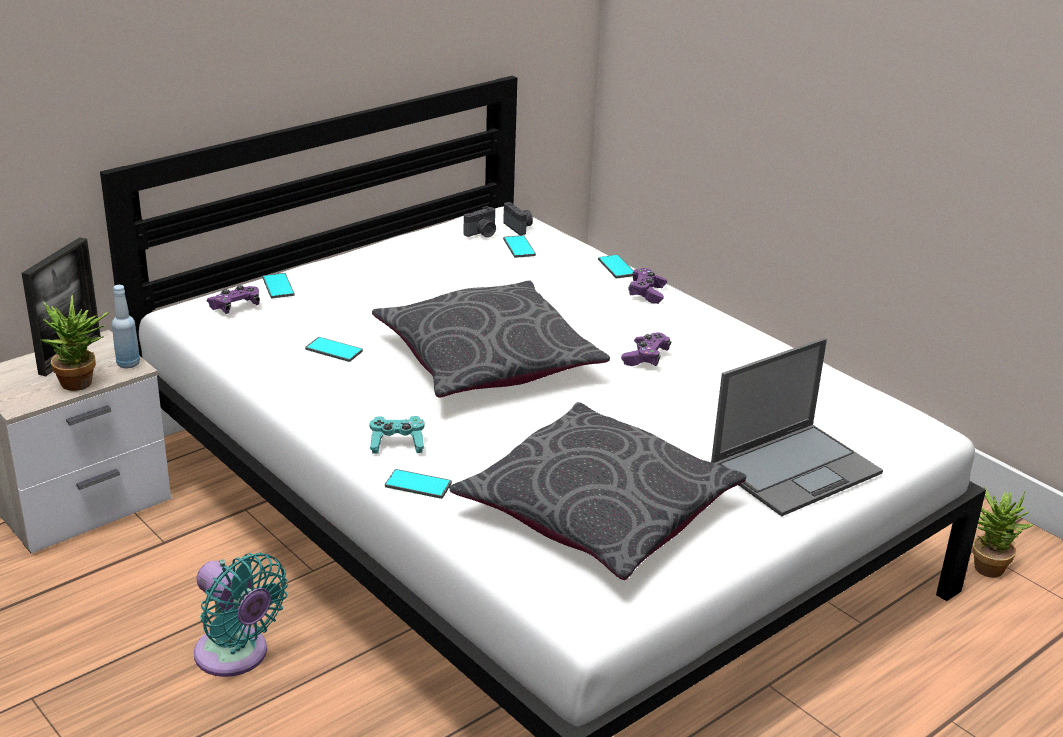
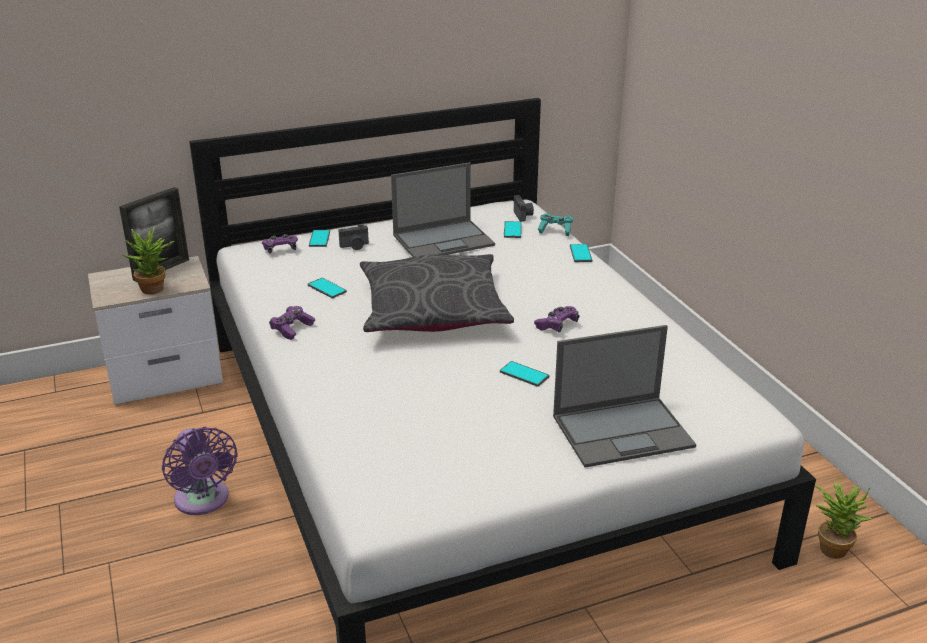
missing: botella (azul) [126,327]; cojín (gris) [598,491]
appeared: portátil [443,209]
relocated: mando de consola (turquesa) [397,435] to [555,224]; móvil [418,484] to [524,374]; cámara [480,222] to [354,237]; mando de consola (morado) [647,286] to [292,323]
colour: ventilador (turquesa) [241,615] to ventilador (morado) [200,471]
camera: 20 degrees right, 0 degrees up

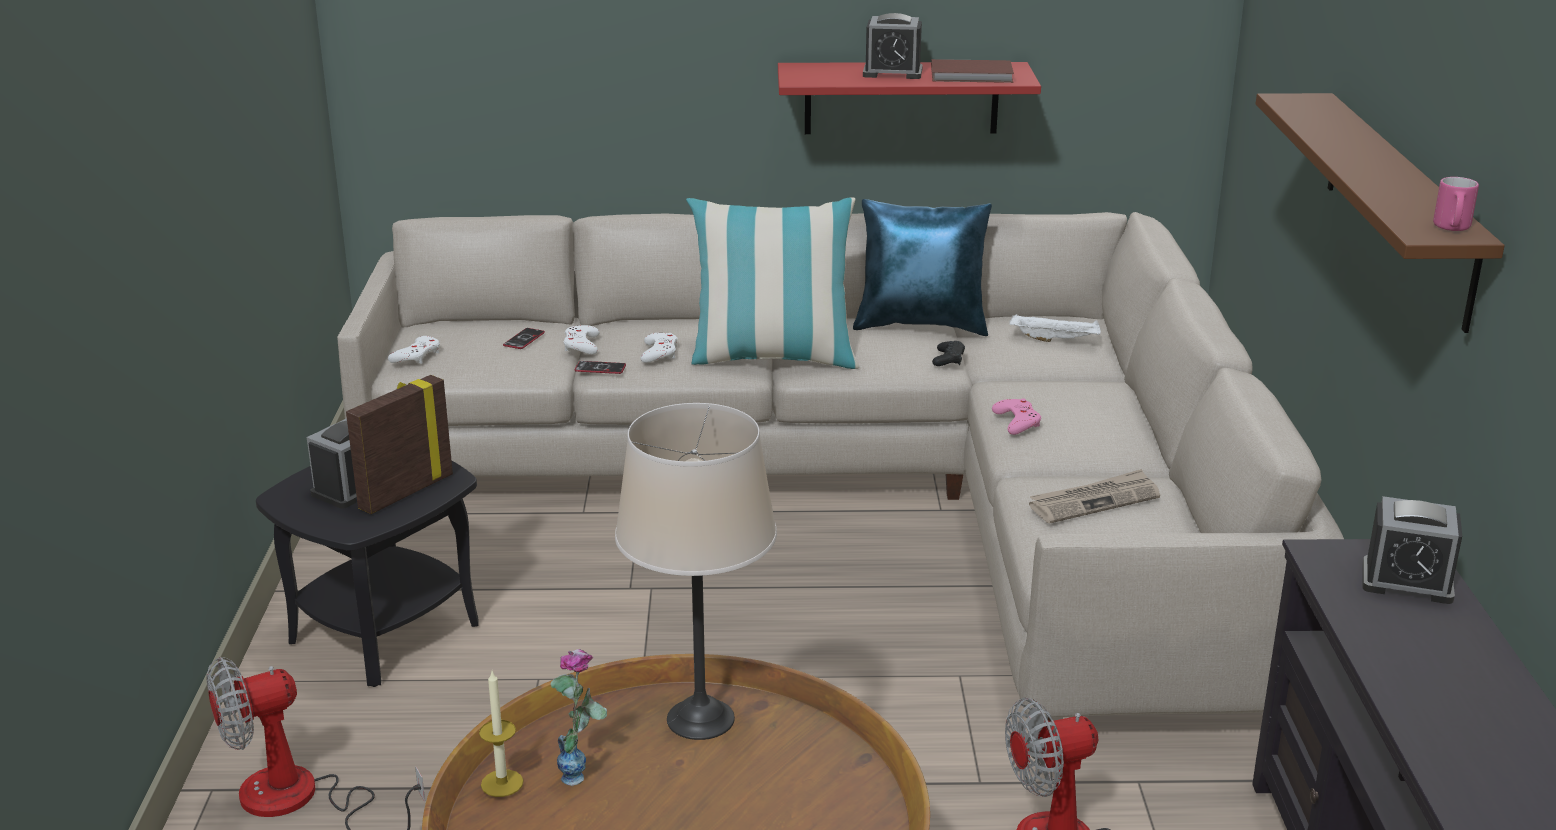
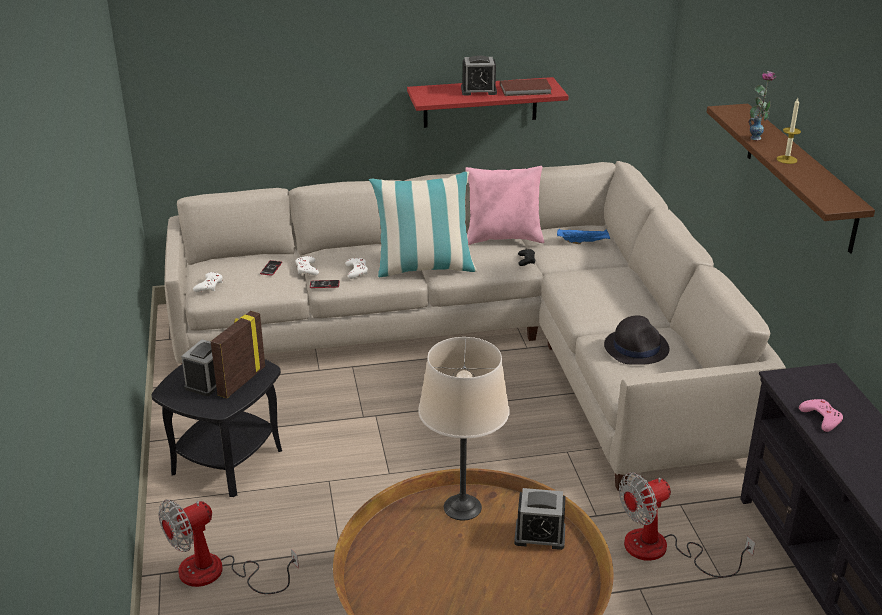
missing: taza grande (rosa) [1456,204]
relocated: vela [501,734] to [789,131]; florero [578,717] to [762,106]; mando de consola (rosa) [1016,417] to [821,415]; despertador [1412,550] to [539,519]
exchanged: periódico [1094,496] to sombrero (negro) [637,340]
colour: cojín (azul) [922,267] to cojín (rosa) [505,205]; bandeja (blanco) [1055,328] to bandeja (azul) [583,236]
camera: 10 degrees left, 5 degrees up

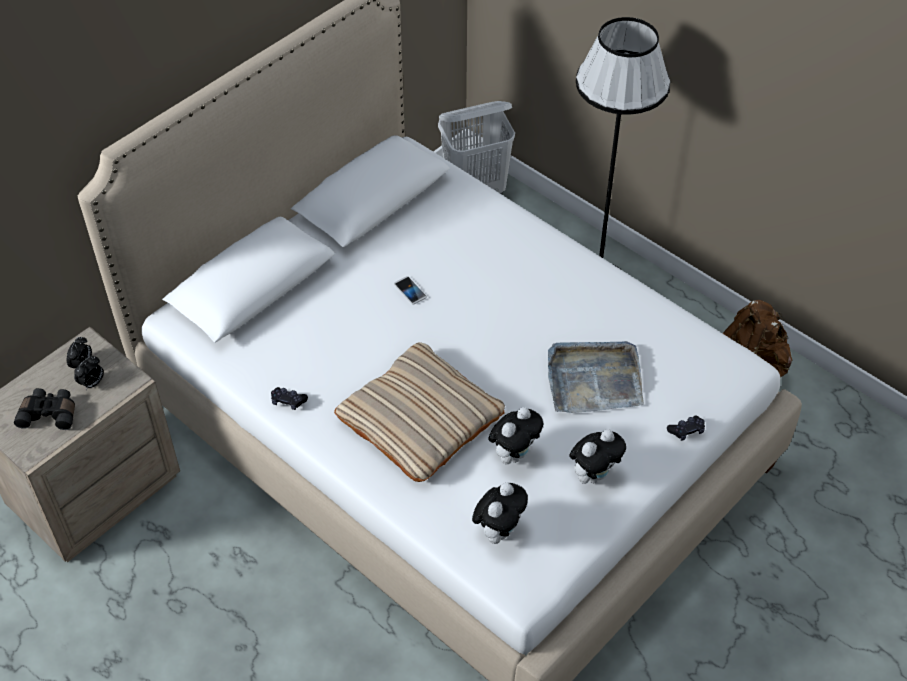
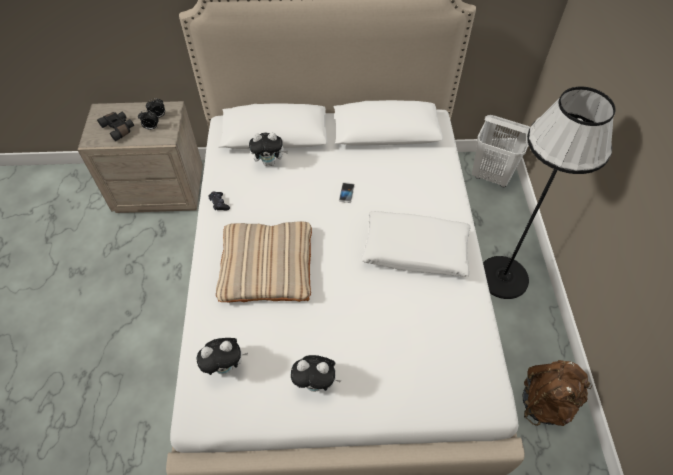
missing: bandeja (gris) [596,377]; mando de consola (negro) [686,428]
appeared: cojín (blanco) [416,244]
relocated: peluche [516,435] to [268,149]
camera: 45 degrees right, 5 degrees up

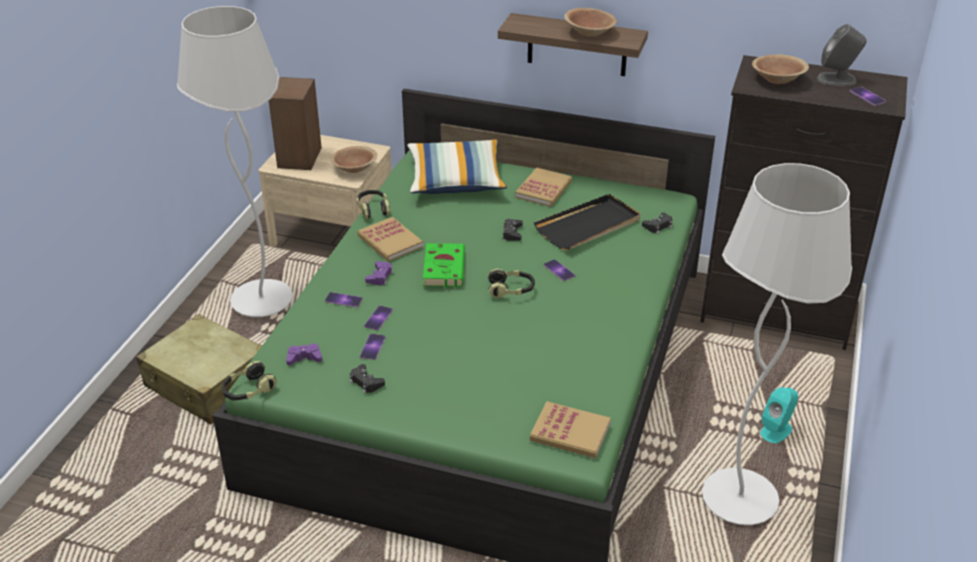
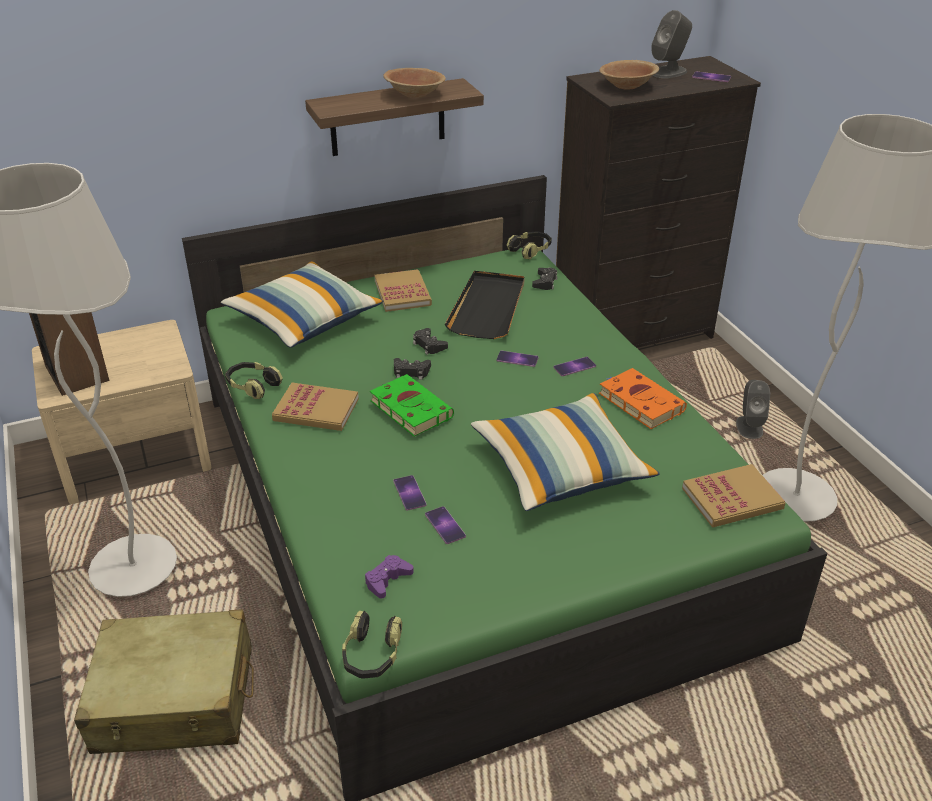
missing: cuenco (marrón) [354,159]; mando de consola (morado) [379,273]
appeared: cojín [565,452]; libro (naranja) [643,398]
relocated: móvil [344,300] to [574,366]; mando de consola (negro) [367,379] to [412,369]; auriculares [511,283] to [529,245]
colour: altavoz (turquesa) [779,415] to altavoz (gris) [753,409]
camera: 40 degrees left, 0 degrees up

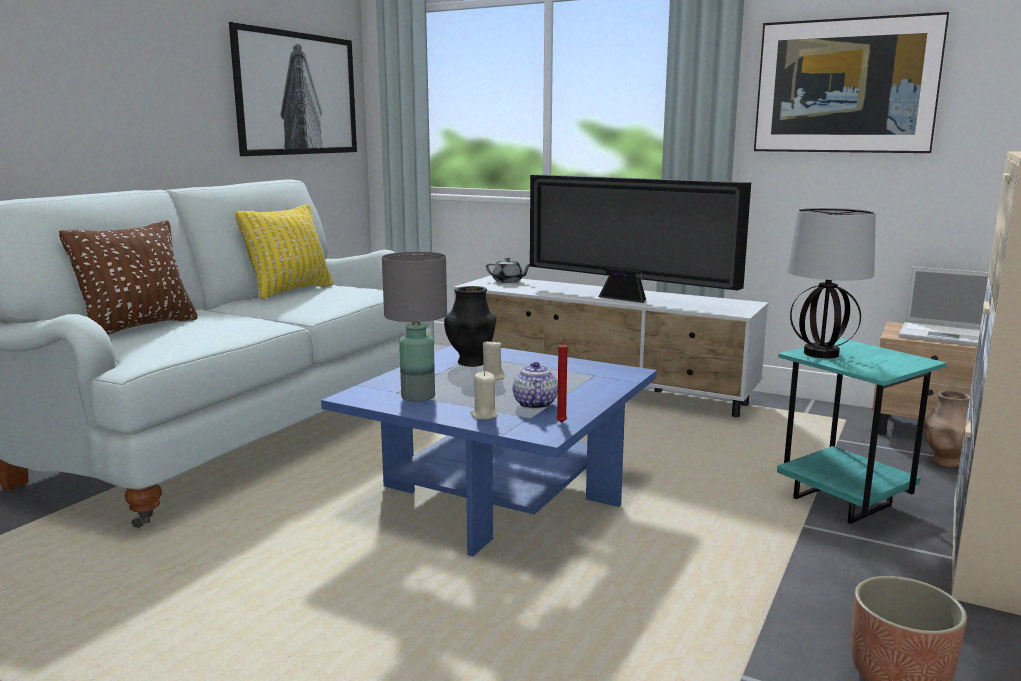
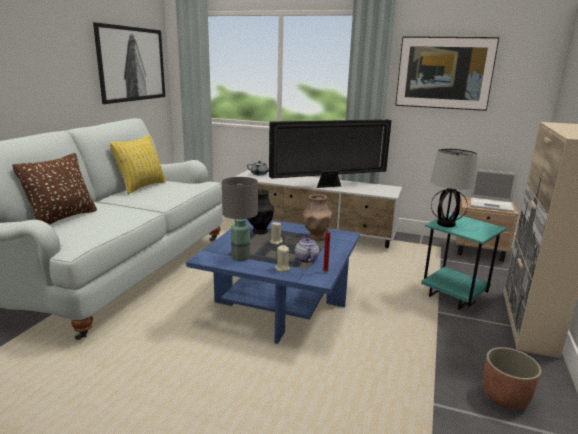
relocated: florero (marrón) [947,429] to [317,217]
spun: televisor [640,238] = [330,153] 45 degrees counterclockwise
camera: 10 degrees left, 5 degrees up

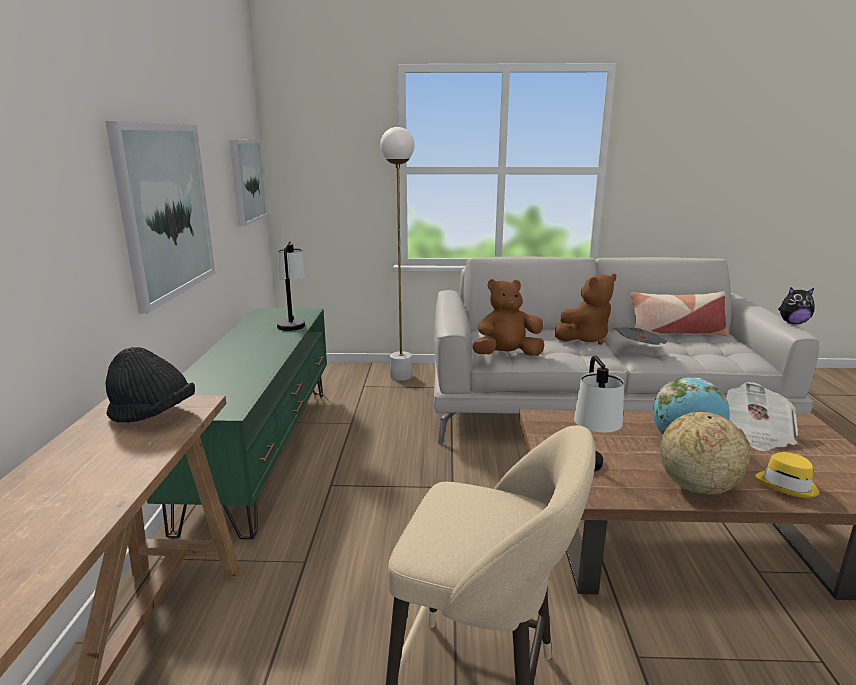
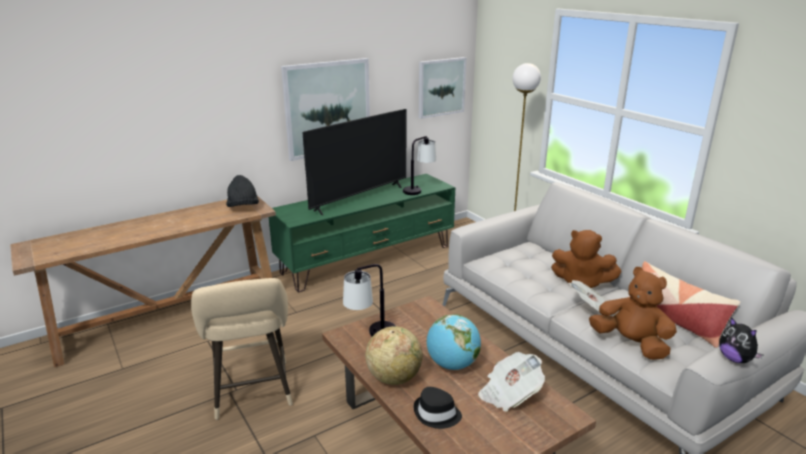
appeared: televisor [354,162]
relocated: peluche (marrón) [508,317] to [633,313]
colour: sombrero (amarillo) [787,475] to sombrero (negro) [438,408]
camera: 55 degrees right, 5 degrees up

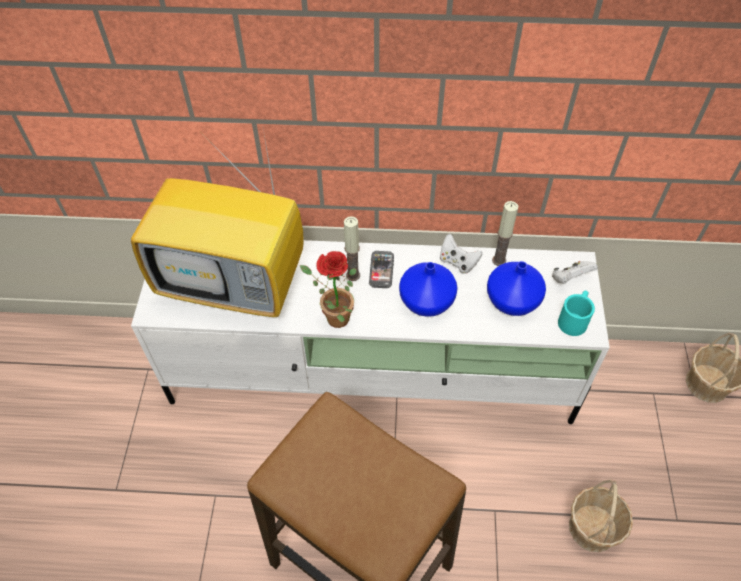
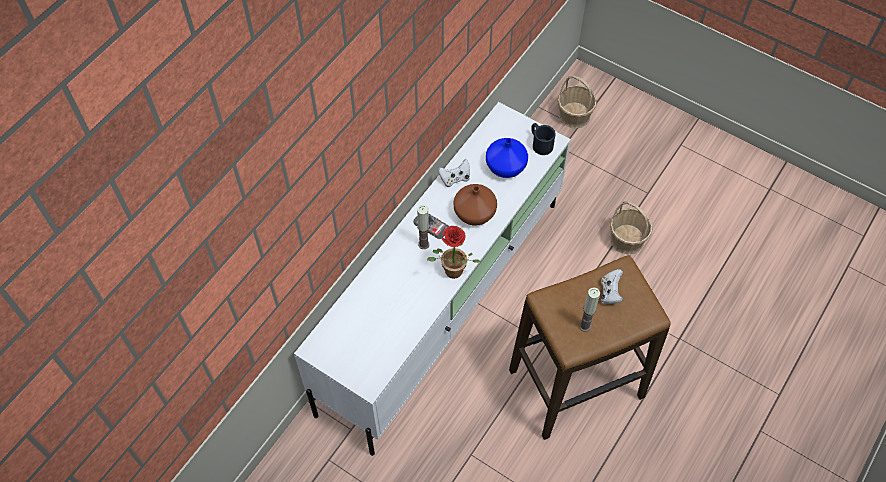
missing: televisor [217,223]
relocated: vela [505,233] to [589,309]; mando de consola (blanco) [575,272] to [612,286]
colour: florero (azul) [428,289] to florero (marrón) [475,205]; taza grande (turquesa) [576,313] to taza grande (negro) [543,139]
camera: 60 degrees left, 5 degrees up

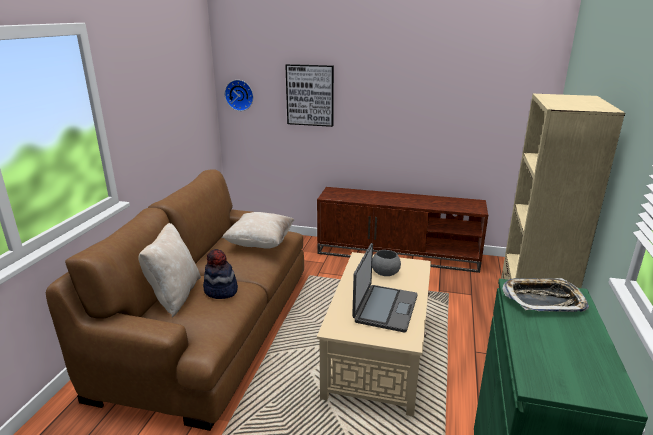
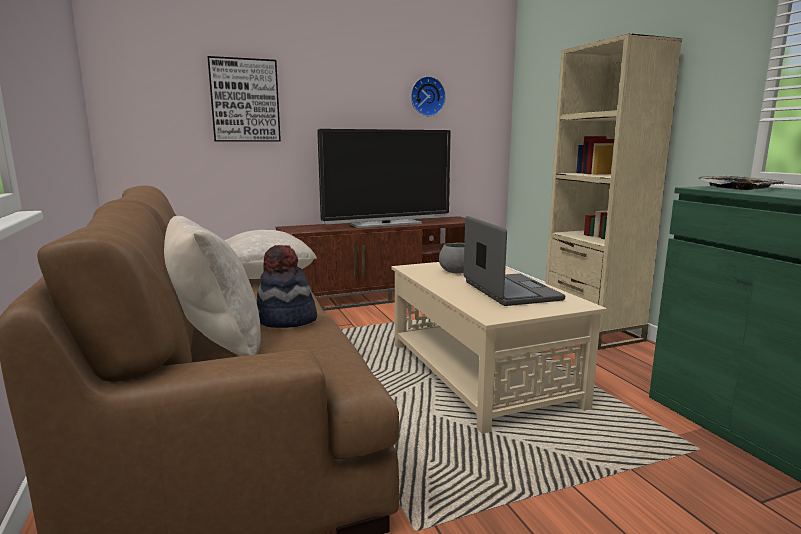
appeared: televisor [384,178]
relocated: reloj de pared [239,95] to [428,96]
camera: 35 degrees left, 10 degrees down

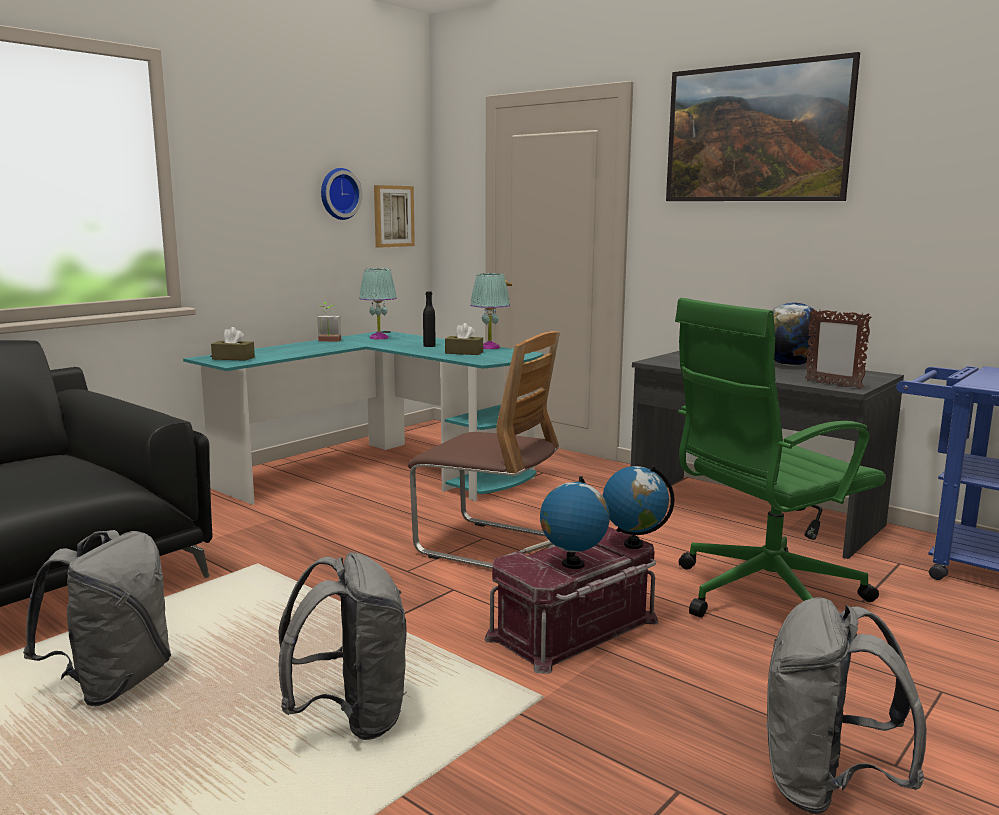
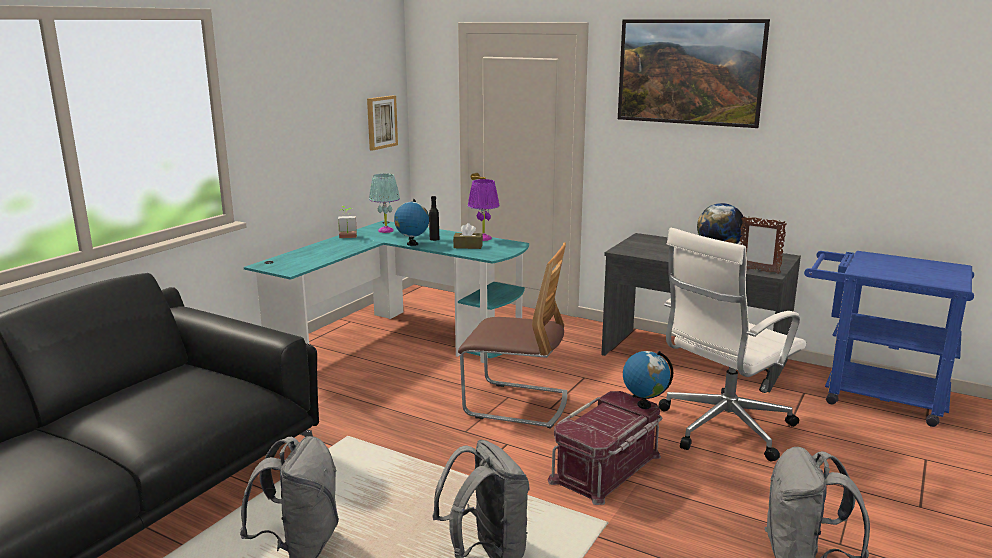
missing: caja de pañuelos (marrón) [233,344]; reloj de pared [341,194]
relocated: globo terráqueo [575,522] to [411,222]
colour: lámpara de mesa (turquesa) [490,311] to lámpara de mesa (morado) [484,210]; silla de oficina (verde) [780,458] to silla de oficina (blanco) [732,345]
camera: 10 degrees left, 5 degrees up

